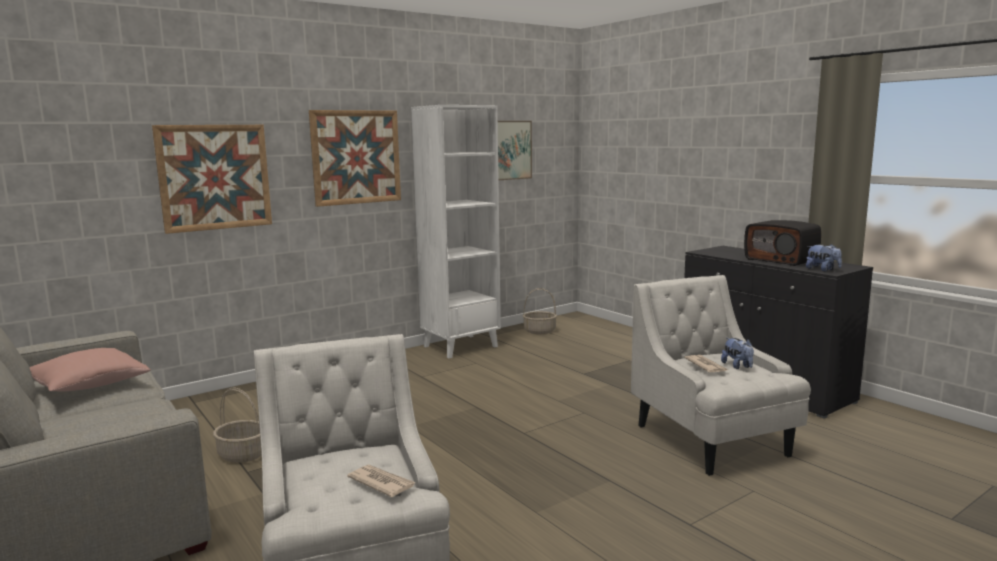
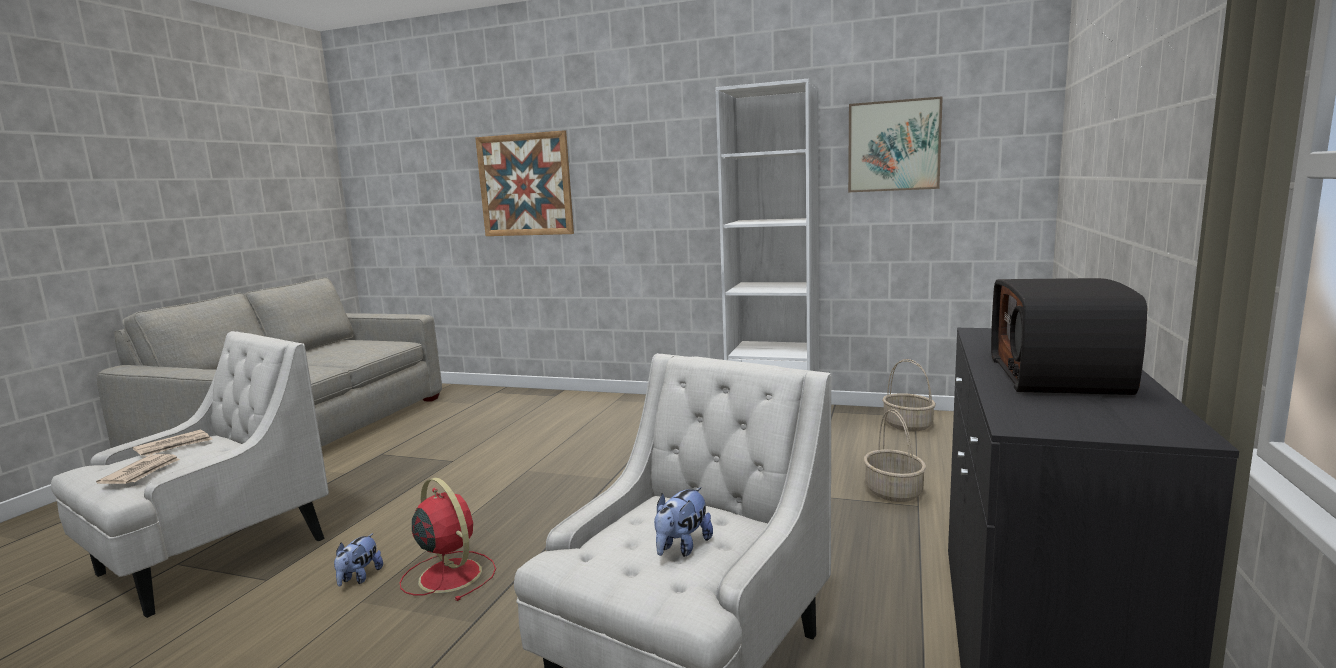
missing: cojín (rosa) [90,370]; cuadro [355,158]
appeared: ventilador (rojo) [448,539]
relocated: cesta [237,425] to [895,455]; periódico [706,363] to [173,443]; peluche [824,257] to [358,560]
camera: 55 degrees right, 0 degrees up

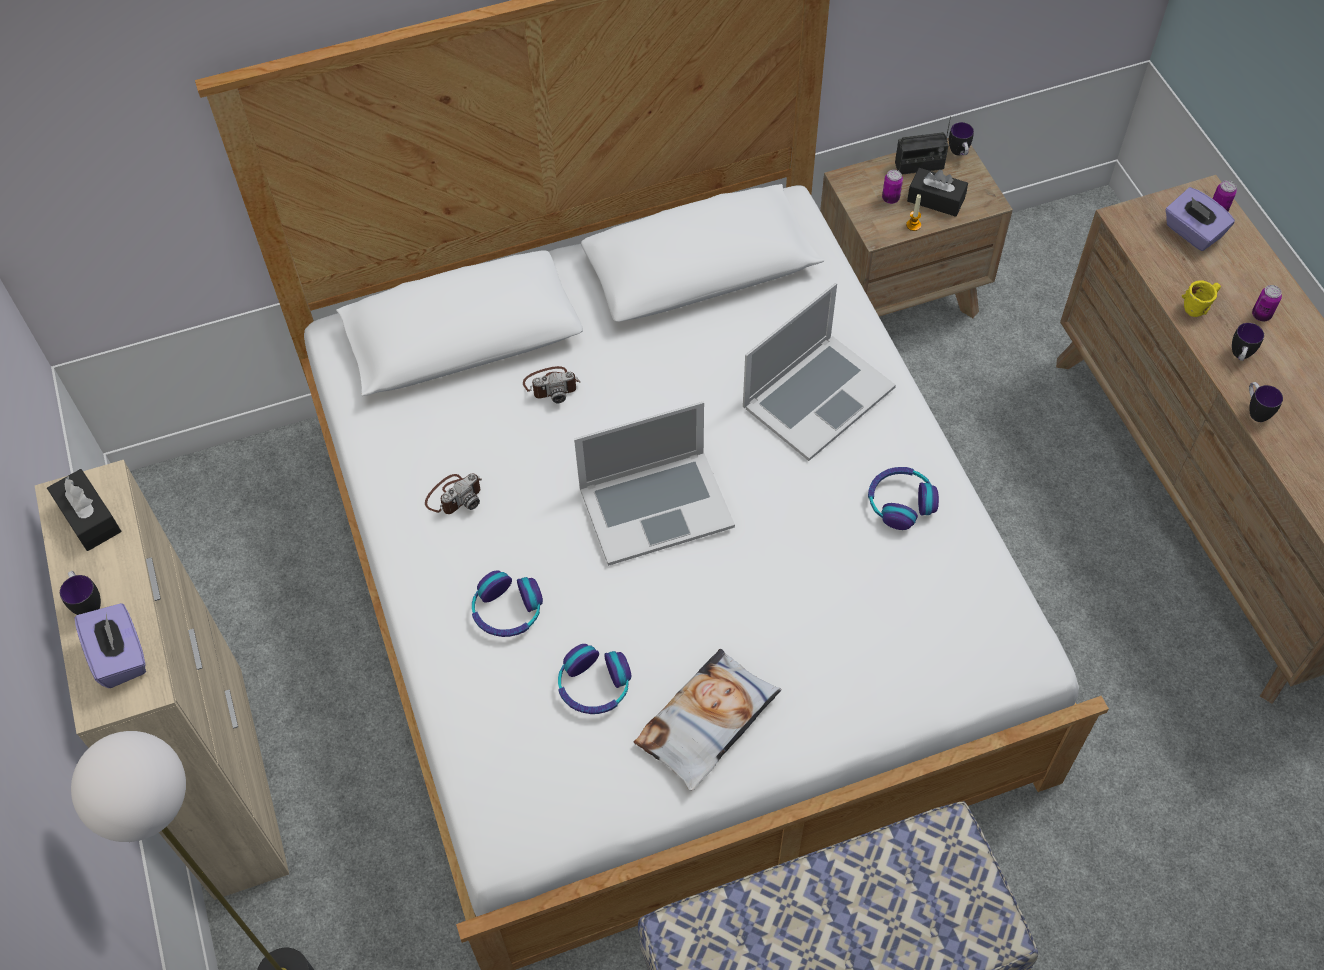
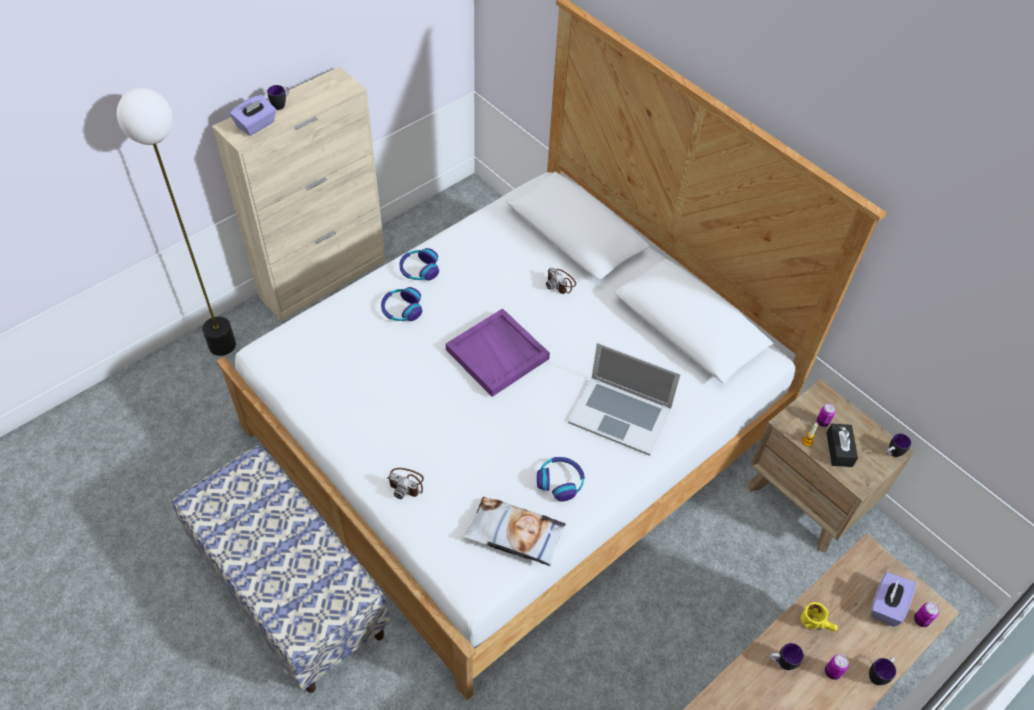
missing: caja de pañuelos (negro) [84,510]; radio [923,145]
relocated: cámara [453,494] to [405,483]; auriculares [594,679] to [419,264]; cojín [707,720] to [514,531]; taza grande [1266,402] to [882,671]
exchanged: portátil [654,484] to bandeja (morado) [498,352]
camera: 65 degrees right, 5 degrees down

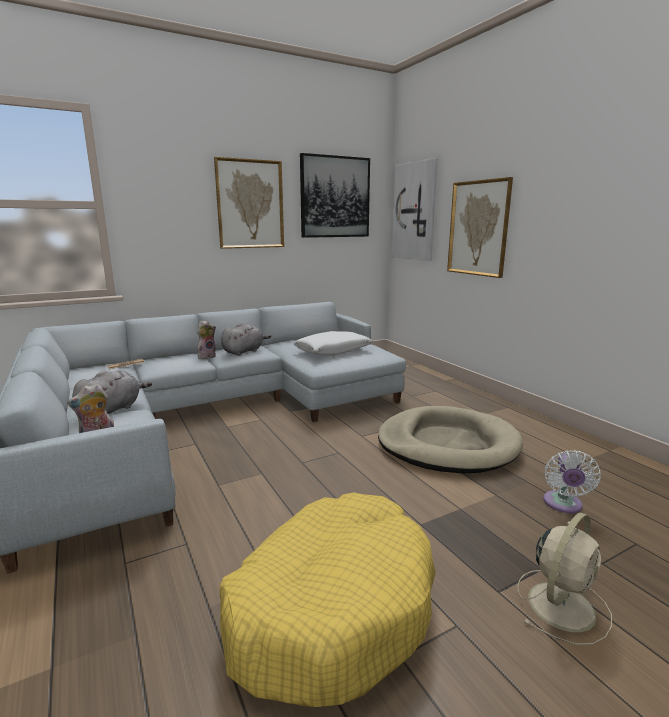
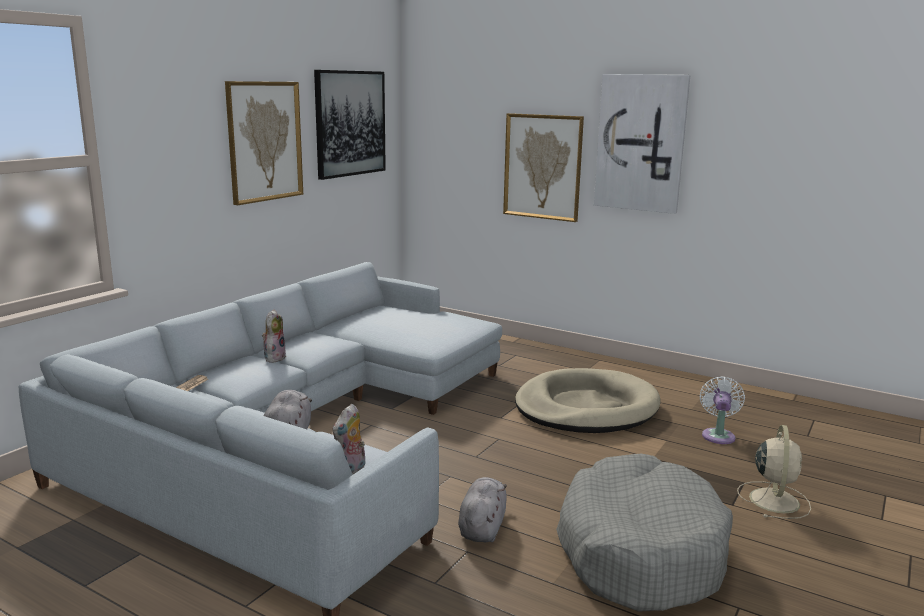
missing: cojín (blanco) [333,343]
relocated: peluche (gris) [246,339] to [482,509]; cuadro [415,209] to [642,144]
colour: cama para perro (amarillo) [328,599] to cama para perro (gris) [644,533]
spun: ventilador (blanco) [572,481] = [722,410] 150 degrees counterclockwise
camera: 30 degrees left, 0 degrees up

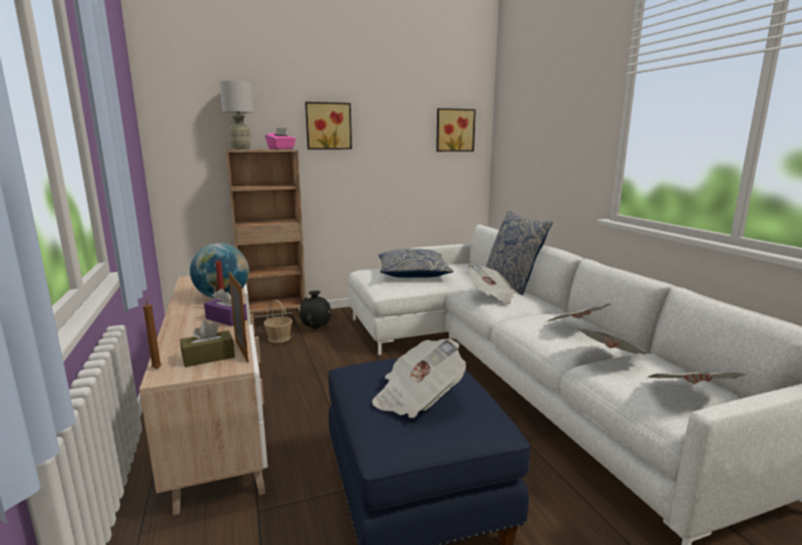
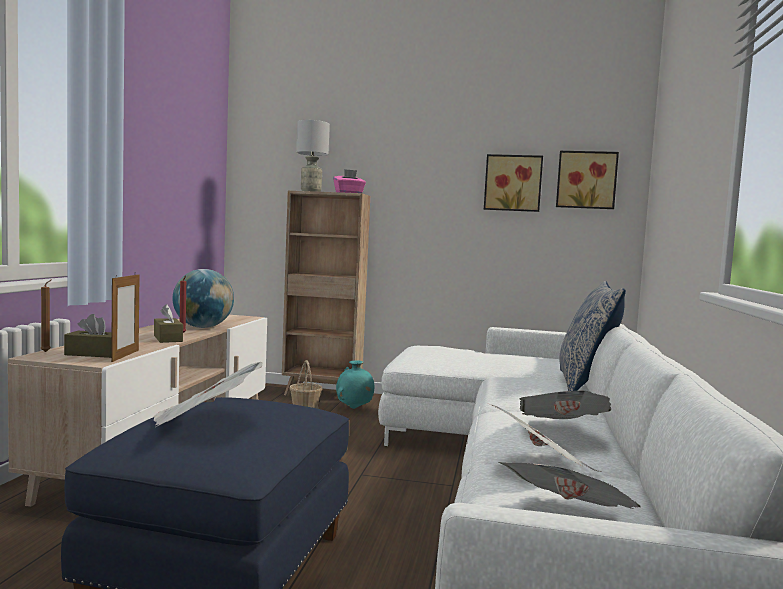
missing: cojín [415,263]; periódico [491,284]
relocated: cuadro [328,126] to [513,183]
colour: caja de pañuelos (morado) [225,307] to caja de pañuelos (marrón) [168,323]; florero (negro) [315,310] to florero (turquesa) [355,384]
camera: 30 degrees right, 10 degrees down

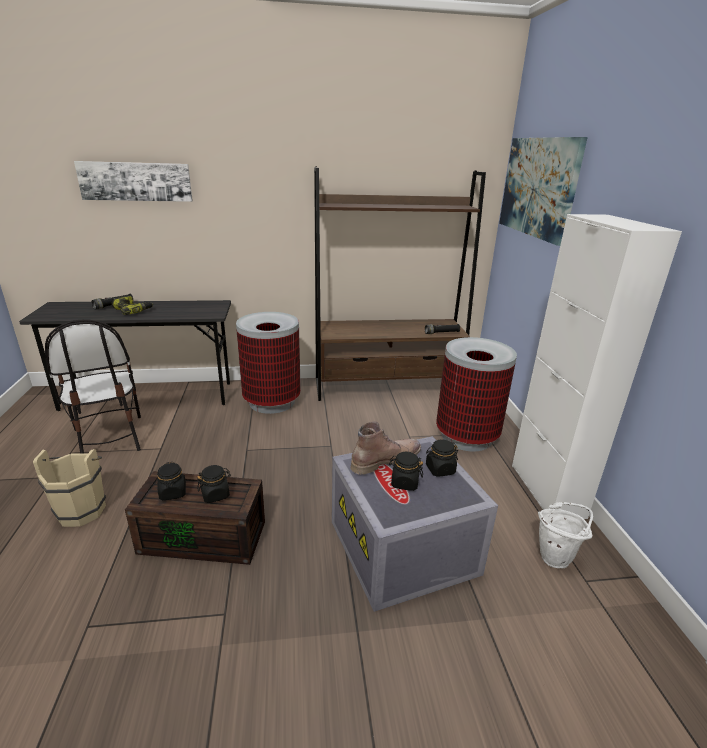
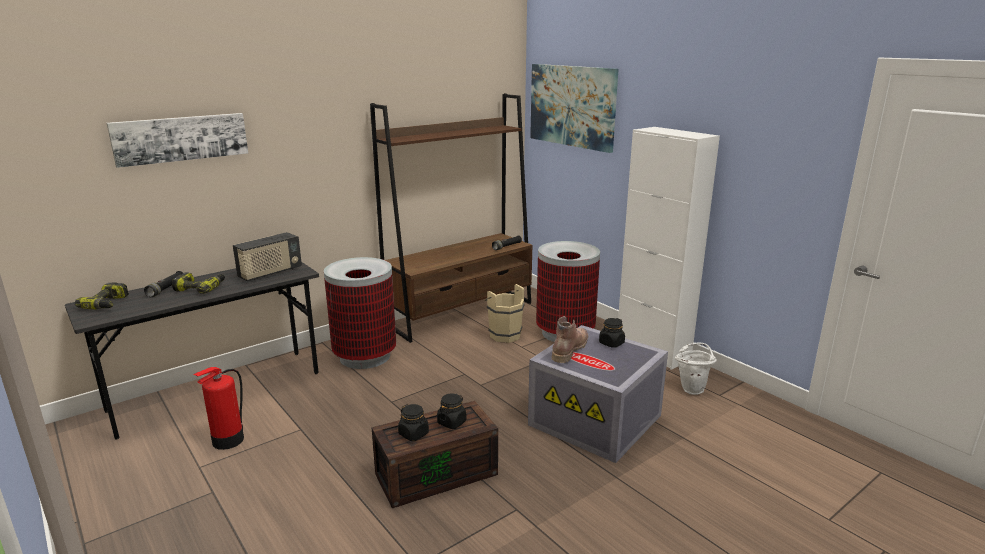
missing: tarro (negro) [406,471]
appeared: taladro [102,295]; radio [267,256]
relocated: cubo (beis) [69,488] to [504,313]
exchanged: silla [93,386] to extintor [218,408]
camera: 30 degrees left, 5 degrees down

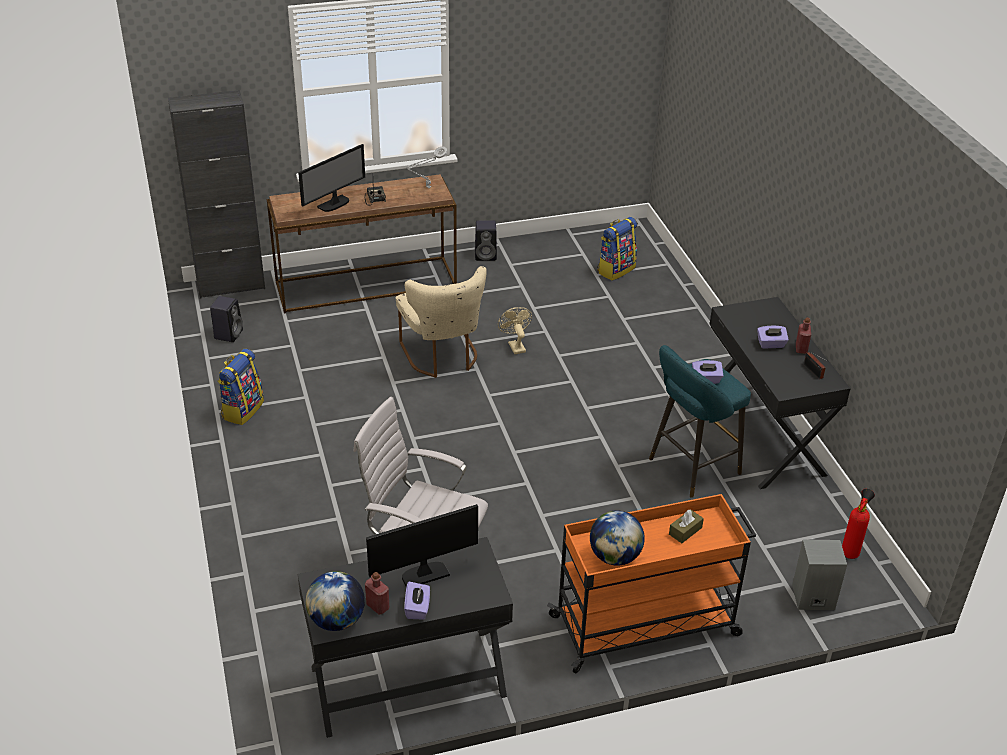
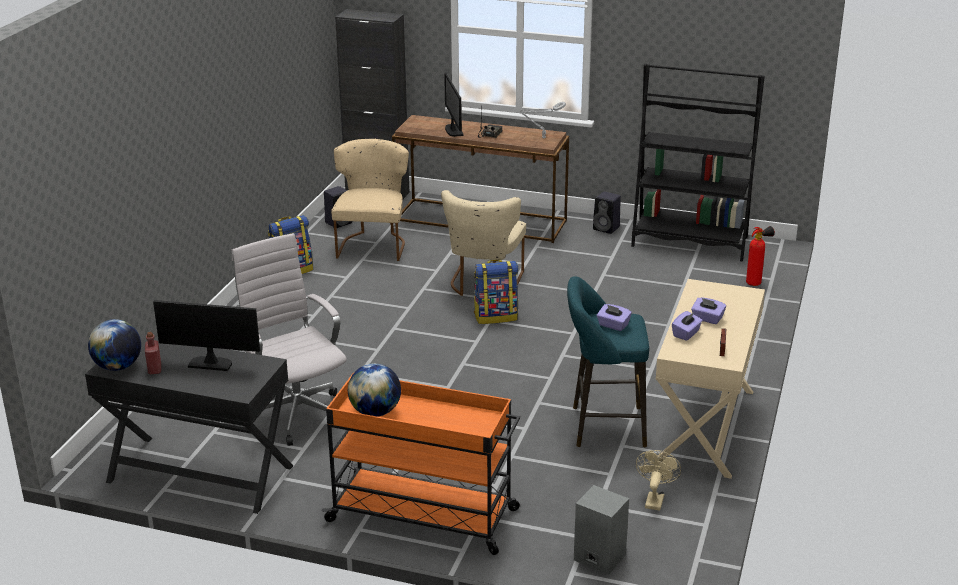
missing: caja de pañuelos (marrón) [686,526]; botella (rojo) [803,335]
appeared: silla (beis) [370,200]; estantería (negro) [698,163]
relocated: caja de pañuelos (morado) [417,601] to [687,326]; ventilador (beis) [515,330] to [658,480]; mochila [617,249] to [496,291]; extintor [858,524] to [760,256]
colour: escritorio (negro) [780,393] to escritorio (beis) [707,379]
spun: monitor [331,178] = [454,105] 90 degrees clockwise
camera: 35 degrees right, 10 degrees down

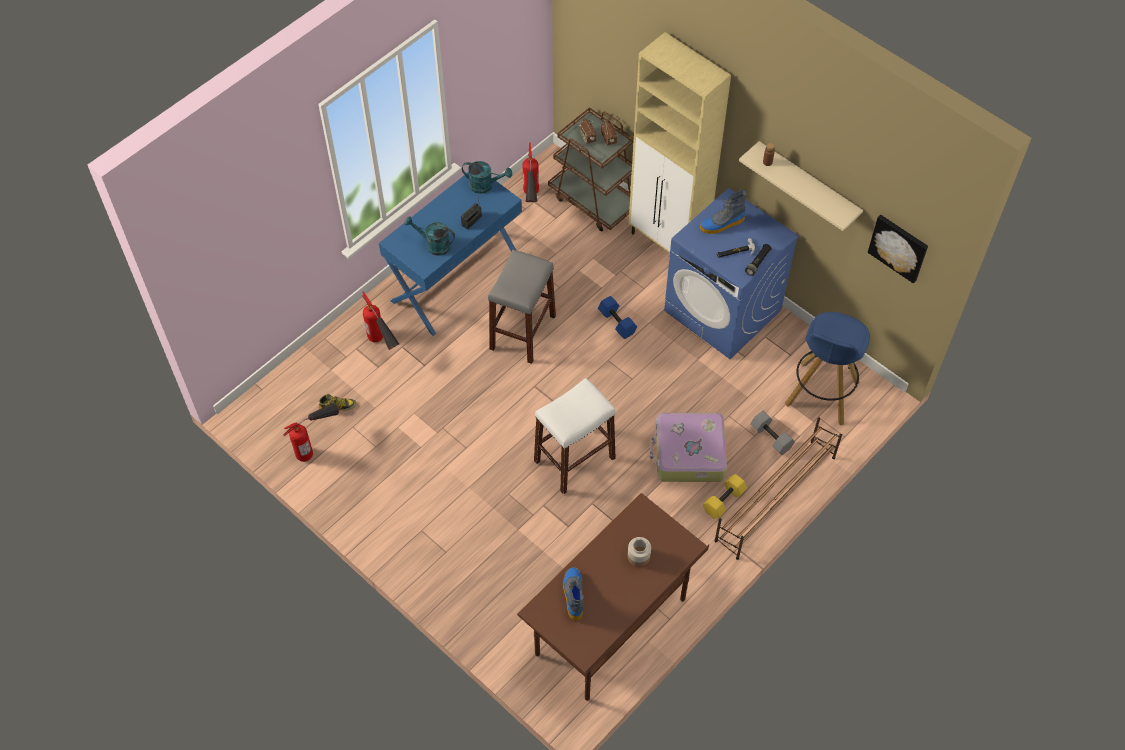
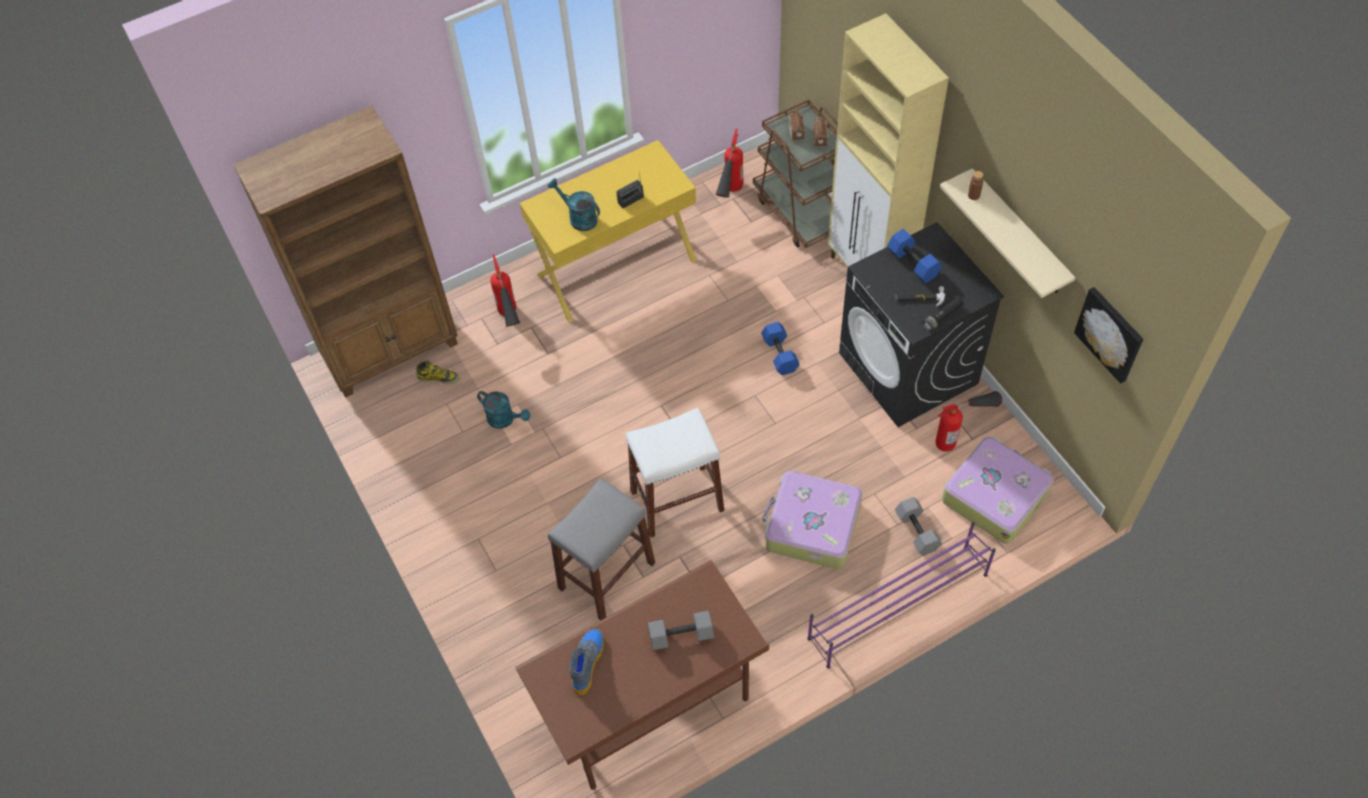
missing: mancuerna (amarillo) [725,496]
appeared: estantería (marrón) [345,252]
relocated: extintor [311,432] to [968,421]; regadera (turquesa) [487,177] to [503,410]; taburete (gris) [522,307] to [601,549]
exchanged: tarro [639,552] to mancuerna (gris) [681,630]; bota [723,211] to mancuerna (azul) [914,256]; taburete (azul) [827,368] to maleta [998,490]
colour: mesa consola (azul) [450,254] to mesa consola (amarillo) [608,231]; lavadora (azul) [731,273] to lavadora (negro) [921,324]; zapatero (marrón) [778,489] to zapatero (morado) [901,595]
camera: 20 degrees right, 0 degrees up

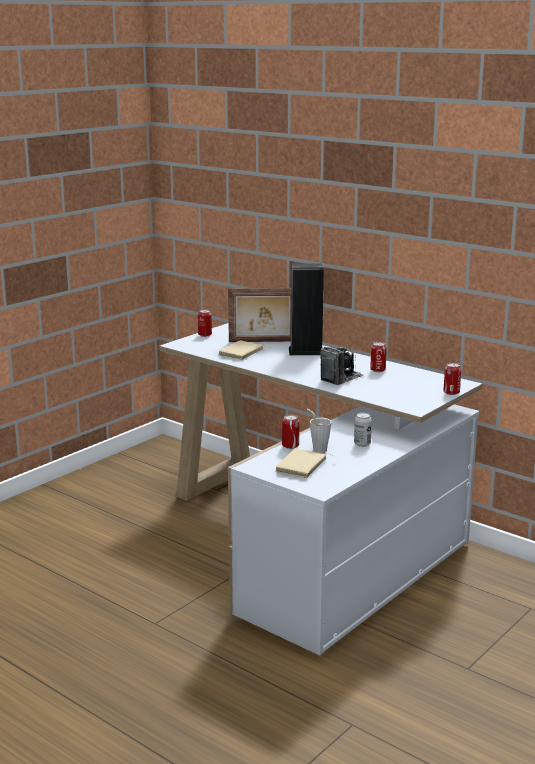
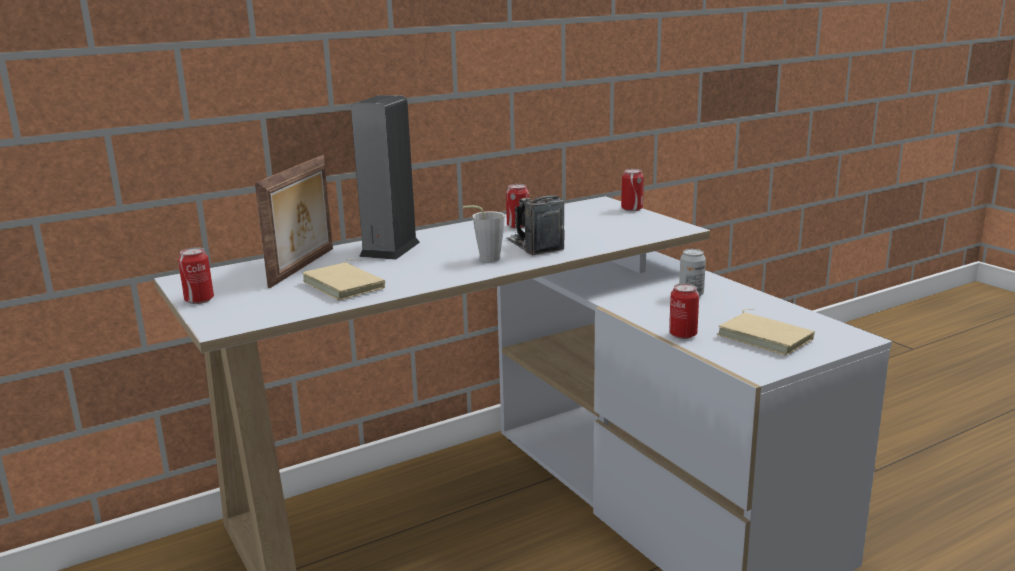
relocated: taza (gris) [319,431] to [484,234]
camera: 70 degrees left, 0 degrees up

